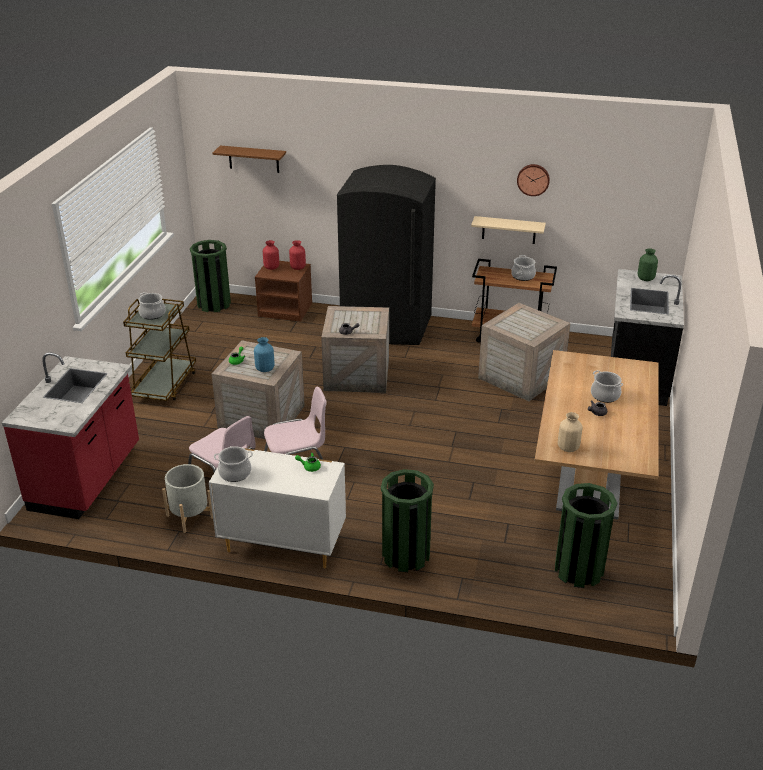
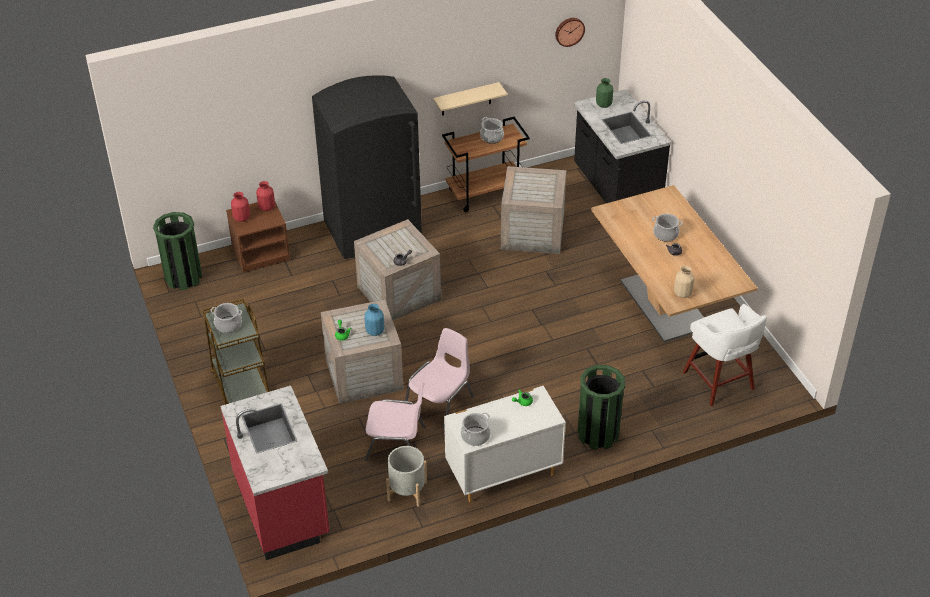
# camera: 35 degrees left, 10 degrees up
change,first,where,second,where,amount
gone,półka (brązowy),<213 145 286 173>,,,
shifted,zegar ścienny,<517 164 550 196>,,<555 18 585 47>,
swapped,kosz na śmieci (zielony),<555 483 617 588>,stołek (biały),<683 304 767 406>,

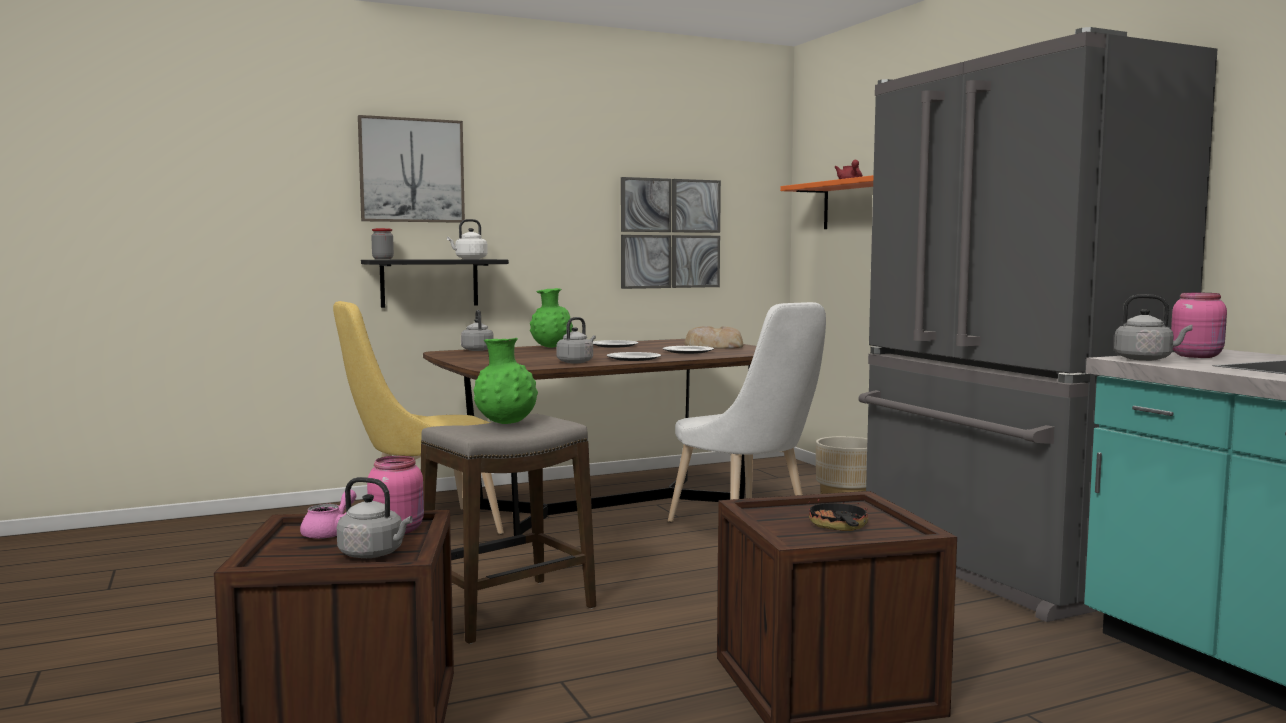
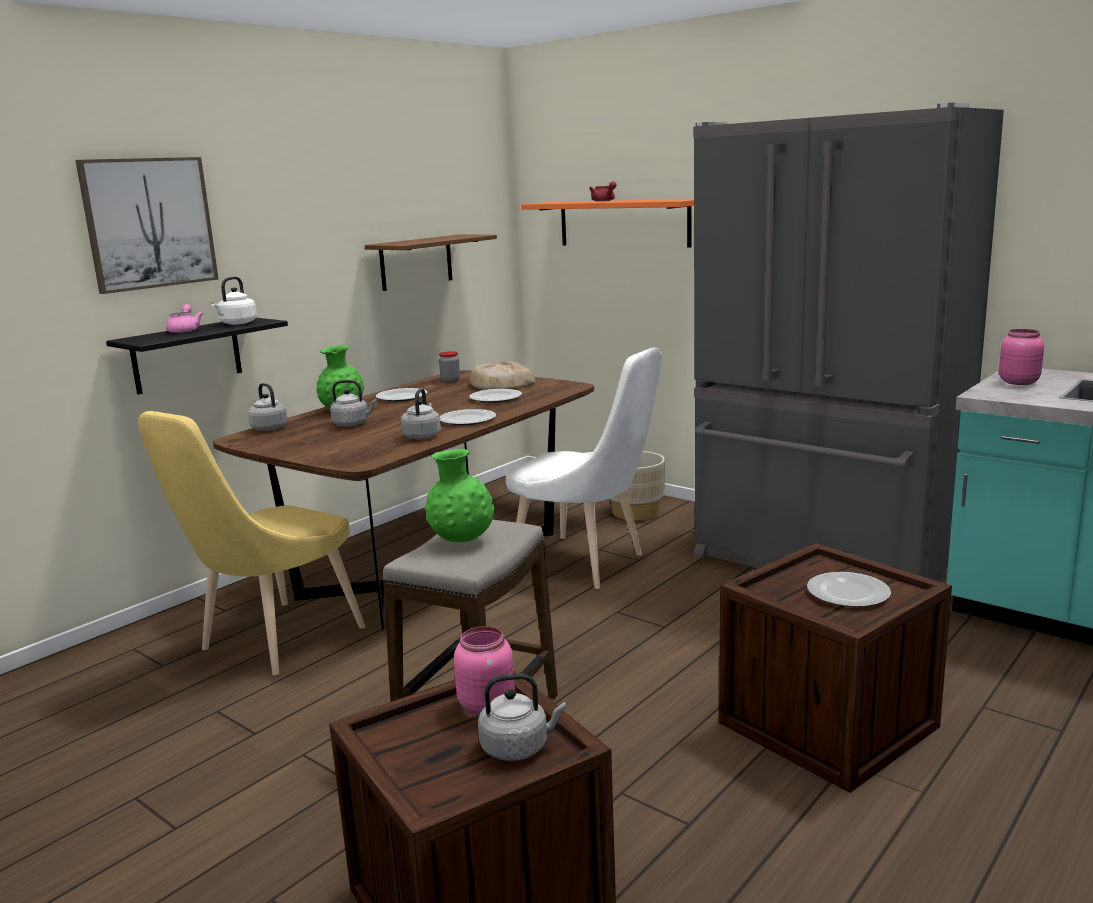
# camera: 25 degrees left, 10 degrees up
change,first,where,second,where,amount
swapped,obraz,<621 177 721 289>,półka (brązowy),<365 234 497 291>,
shifted,słoik,<371 228 394 259>,,<439 351 460 383>,
shifted,czajnik (szary),<1114 294 1193 361>,,<330 380 377 427>,
shifted,imbryk (różowy),<300 490 356 539>,,<166 304 203 333>,
swapped,patelnia,<808 499 869 531>,talerz,<807 572 891 607>,

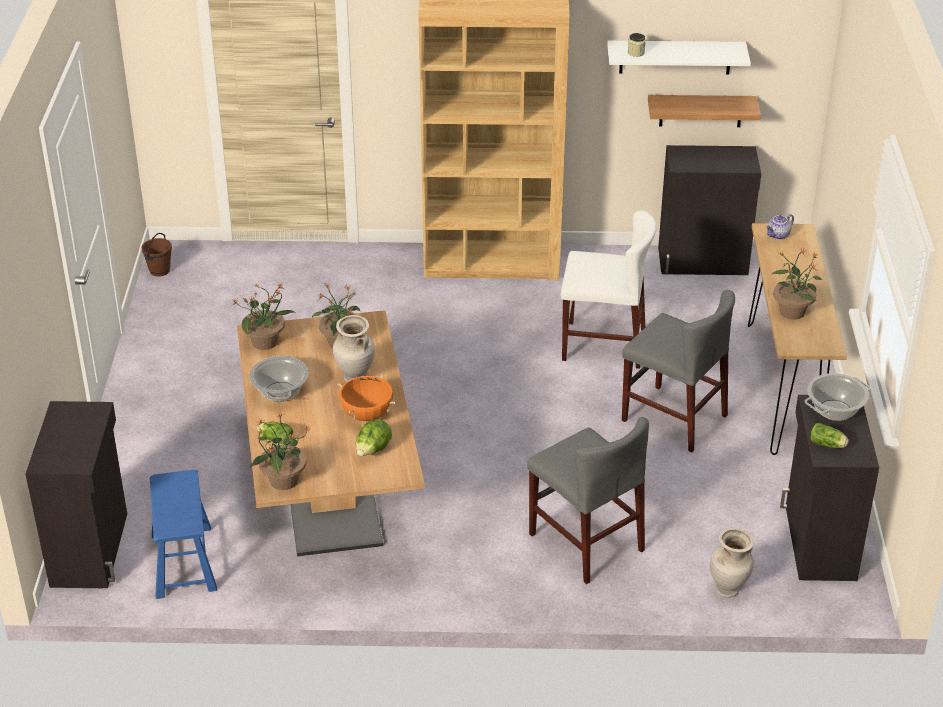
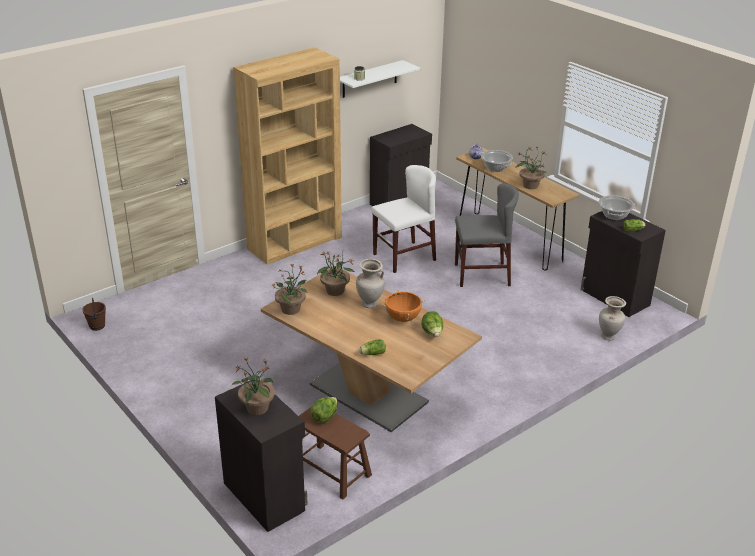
# camera: 40 degrees left, 5 degrees down
change,first,where,second,where,amount
gone,półka,<648 95 761 127>,,,
shifted,garnek,<249 355 309 402>,,<479 150 514 172>,
shifted,roślina doniczkowa,<250 412 311 490>,,<232 357 275 415>,
gone,krzesło (szary),<527 417 649 584>,,,
repainted,stołek (niebieski),<150 470 217 599>,stołek (brązowy),<299 407 372 499>,
new,,,sałata,<310 397 337 423>,

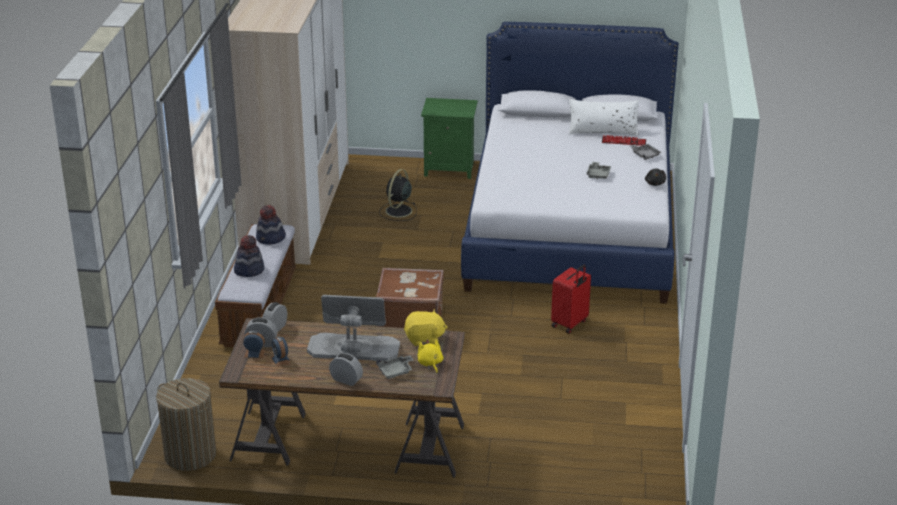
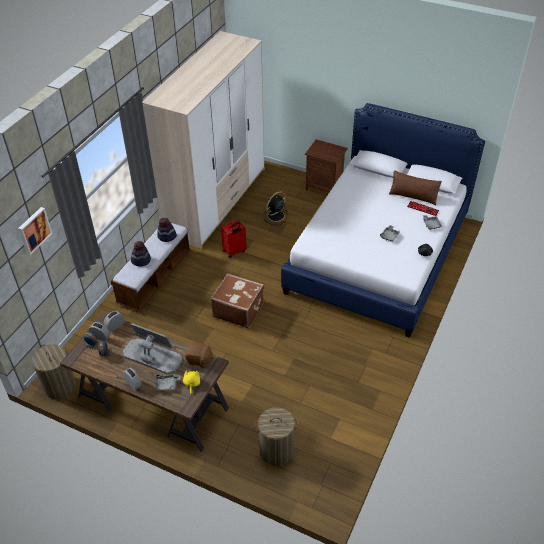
# camera: 20 degrees right, 15 degrees up
change,first,where,second,where,amount
repainted,szafka nocna (zielony),<421 98 478 179>,szafka nocna (brązowy),<305 139 348 193>,
repainted,poduszka (biały),<569 99 639 136>,poduszka (brązowy),<389 170 442 205>,
shifted,walizka (czerwony),<551 264 591 334>,,<221 220 247 258>,
repainted,pluszak (żółty),<404 309 448 346>,pluszak (brązowy),<185 342 214 368>,
new,,,obraz,<18 207 52 255>,
new,,,kosz na pranie,<254 407 299 466>,

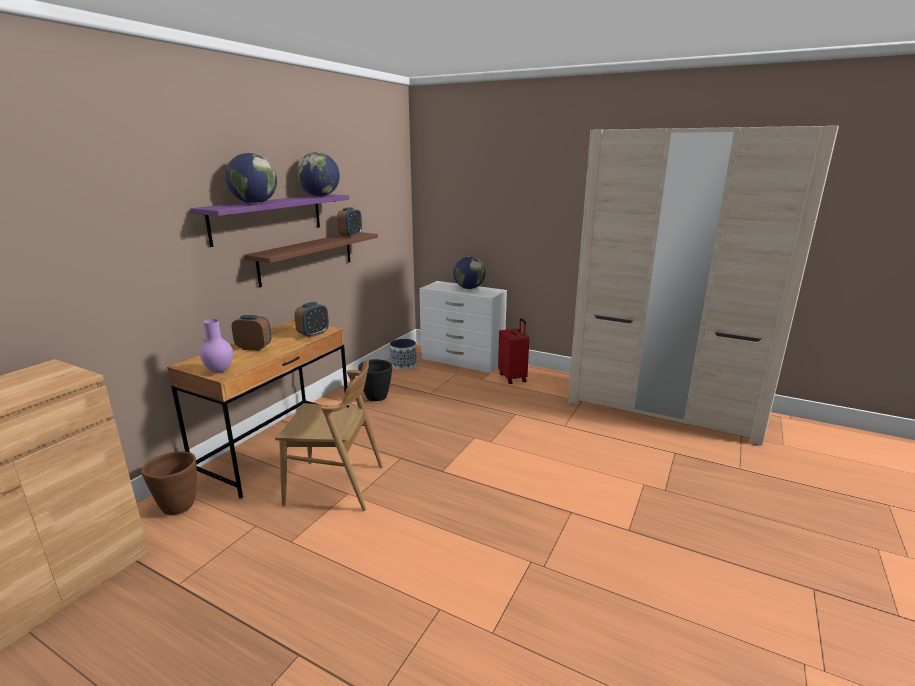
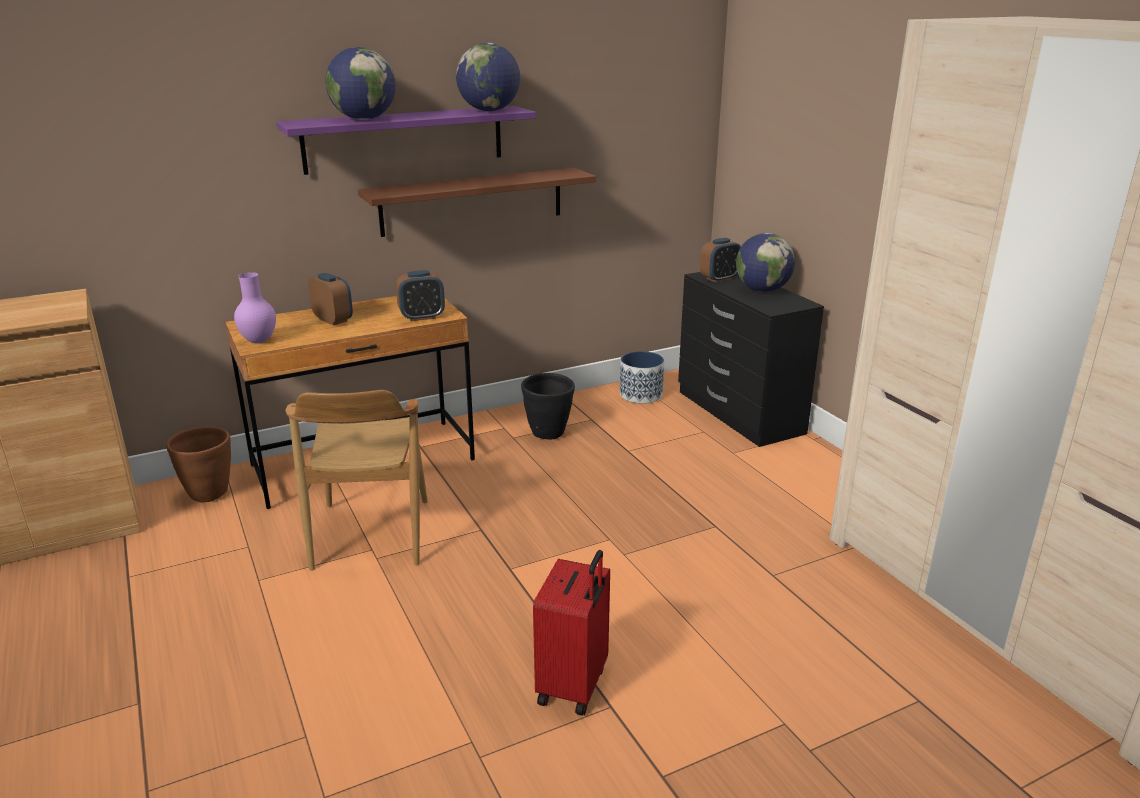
# camera: 35 degrees right, 5 degrees up
change,first,where,second,where,amount
shifted,budzik,<337 207 362 237>,,<700 238 741 283>,
repainted,komoda (biały),<419 281 507 373>,komoda (czarny),<678 272 824 447>,
shifted,walizka (czerwony),<498 318 529 384>,,<533 550 610 715>,
rotated,krzesło (brązowy),<275 360 383 511>,,<285 390 428 571>,45 degrees clockwise

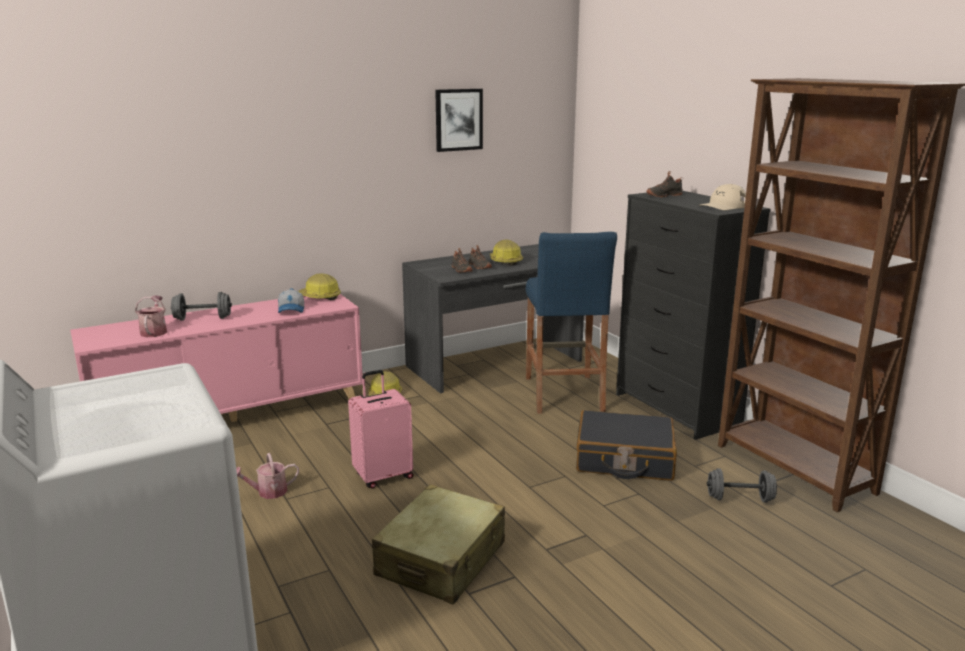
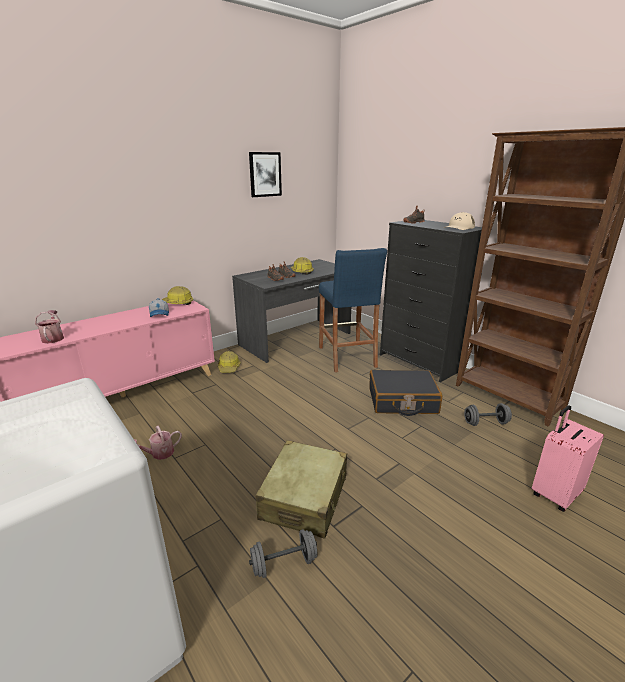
# camera: 10 degrees left, 5 degrees up
change,first,where,second,where,amount
shifted,hantel (szary),<171 292 232 321>,,<249 529 317 578>,
shifted,walizka (różowy),<348 370 413 489>,,<532 405 604 512>,

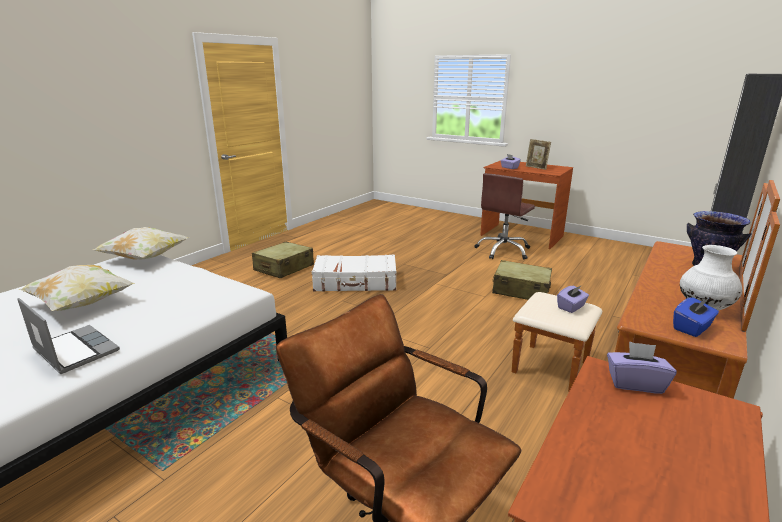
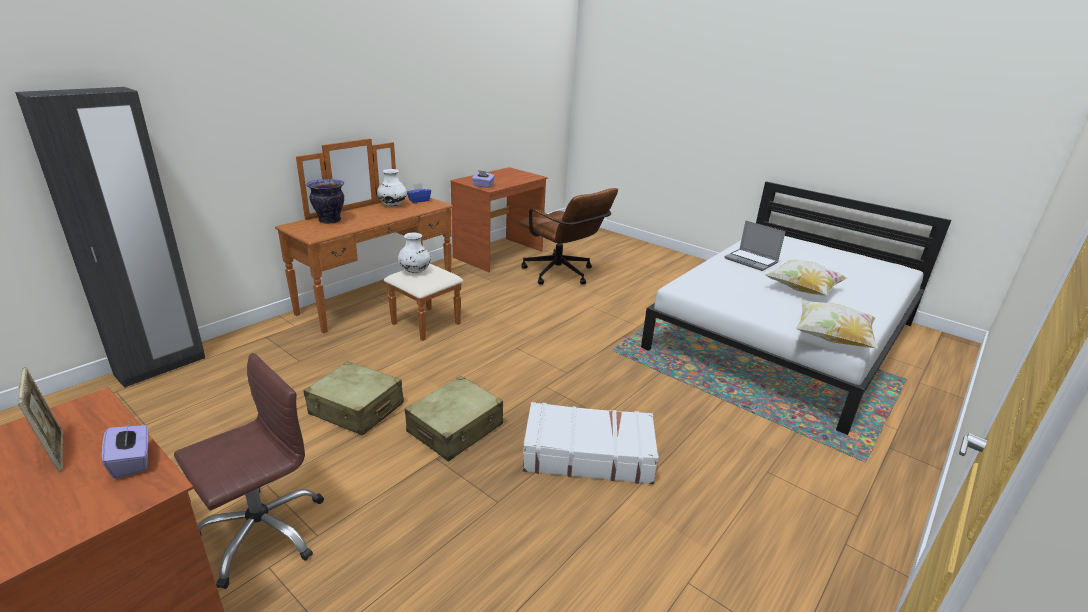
# camera: 175 degrees left, 5 degrees up
change,first,where,second,where,amount
shifted,walizka (beżowy),<252 242 314 278>,,<405 376 503 462>,
swapped,pudełko chusteczek (fioletowy),<557 285 589 313>,wazon (biały),<398 233 431 273>,

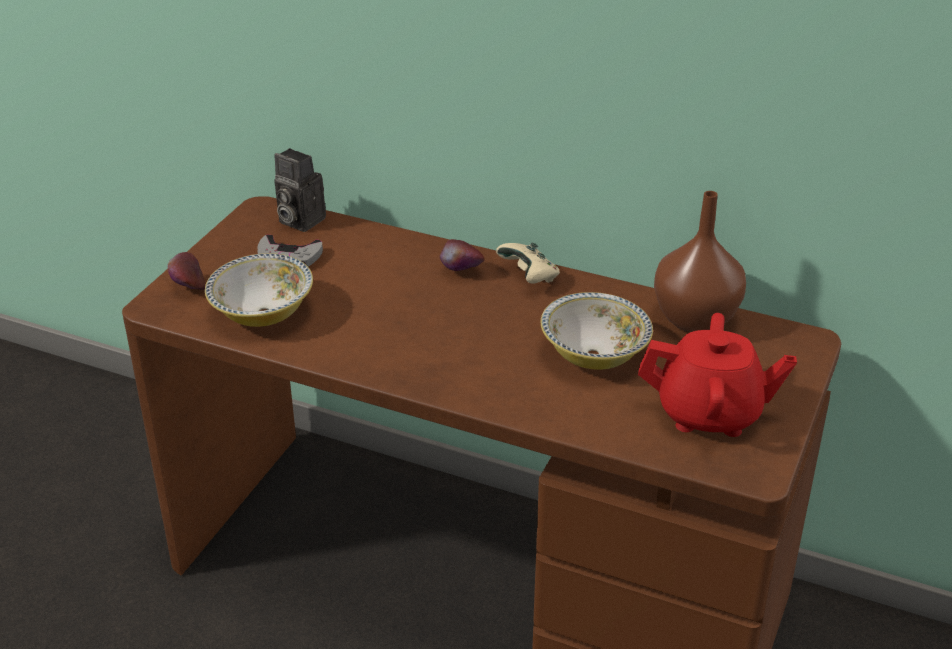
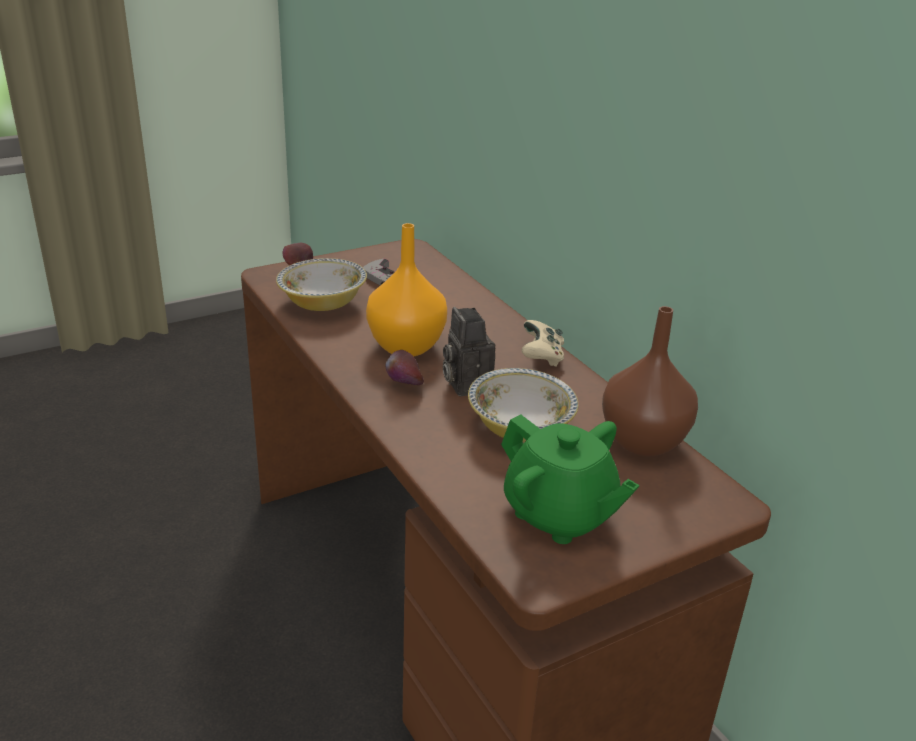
# camera: 35 degrees right, 5 degrees down
change,first,where,second,where,amount
shifted,aparat fotograficzny,<274 148 326 232>,,<443 307 495 396>,
shifted,jabłko,<440 239 485 271>,,<385 350 424 385>,
repainted,imbryk (czerwony),<638 313 797 437>,imbryk (zielony),<501 414 639 544>,
new,,,wazon (pomarańczowy),<366 223 447 356>,

